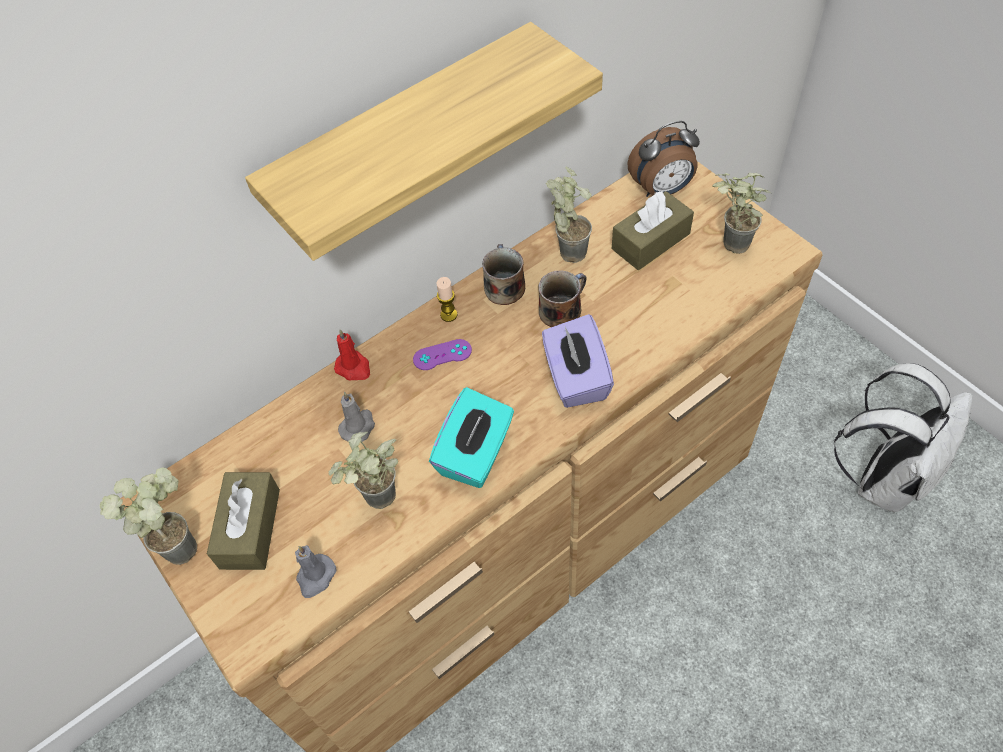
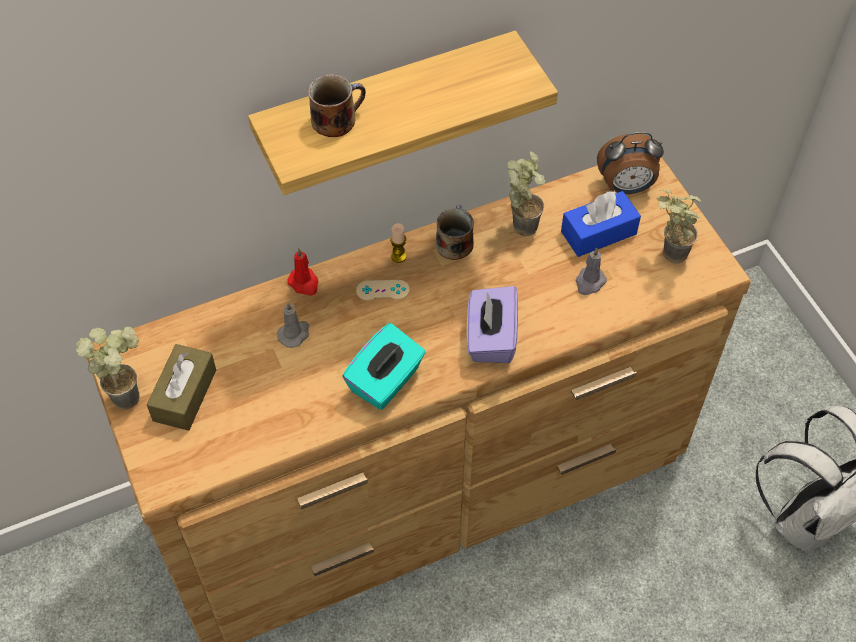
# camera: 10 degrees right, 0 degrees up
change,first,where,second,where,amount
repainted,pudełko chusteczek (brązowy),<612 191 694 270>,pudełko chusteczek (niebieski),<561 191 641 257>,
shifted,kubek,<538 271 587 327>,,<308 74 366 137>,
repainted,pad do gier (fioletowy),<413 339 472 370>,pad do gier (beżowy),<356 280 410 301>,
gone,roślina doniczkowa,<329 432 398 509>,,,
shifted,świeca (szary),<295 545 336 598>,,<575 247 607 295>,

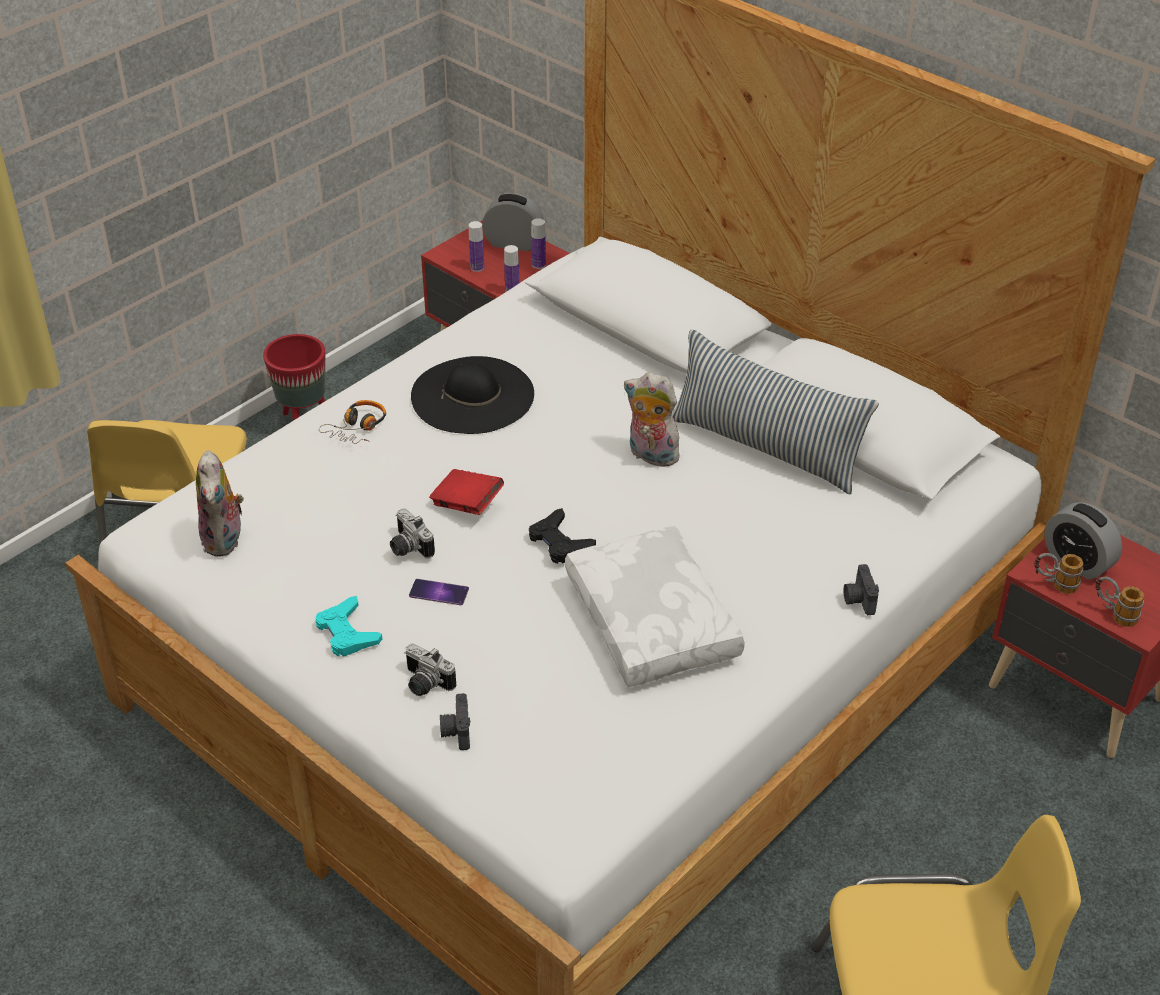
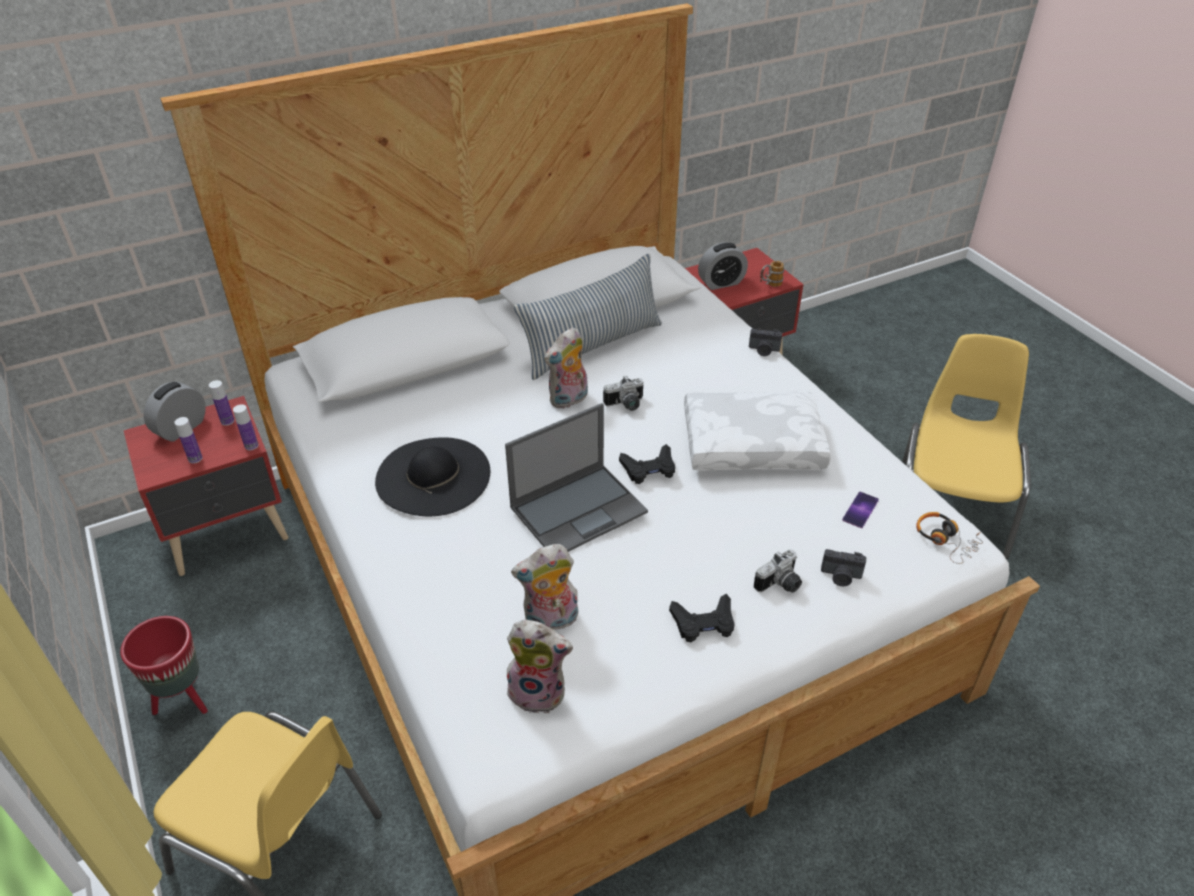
# camera: 70 degrees left, 0 degrees up
change,first,where,second,where,amount
shifted,słuchawki,<319 400 386 444>,,<916 512 983 564>,
swapped,książka (czerwony),<429 469 504 515>,laptop,<505 403 648 552>,
shifted,aparat fotograficzny,<390 508 435 558>,,<603 376 643 411>,
gone,kubek,<1034 553 1083 594>,,,
shifted,telefon,<409 579 469 605>,,<842 492 879 528>,
repainted,pad do gier (turkusowy),<315 596 383 656>,pad do gier (czarny),<669 594 735 642>,
new,,,pluszak,<511 544 578 629>,

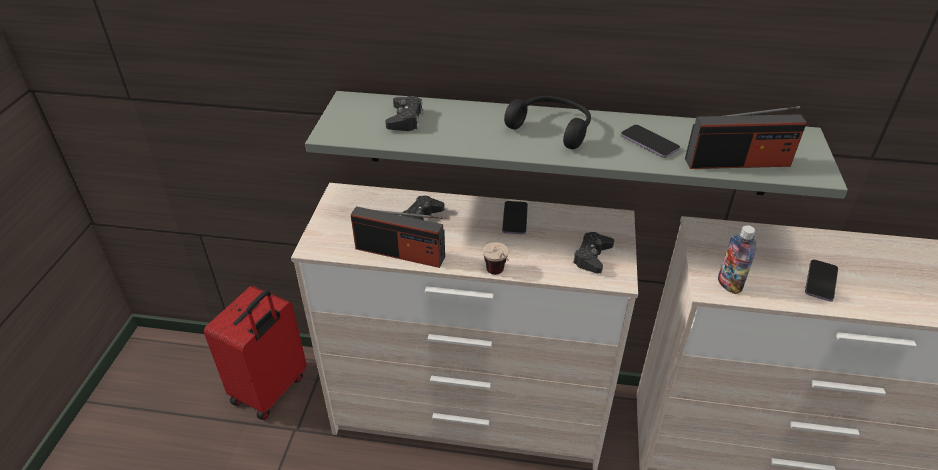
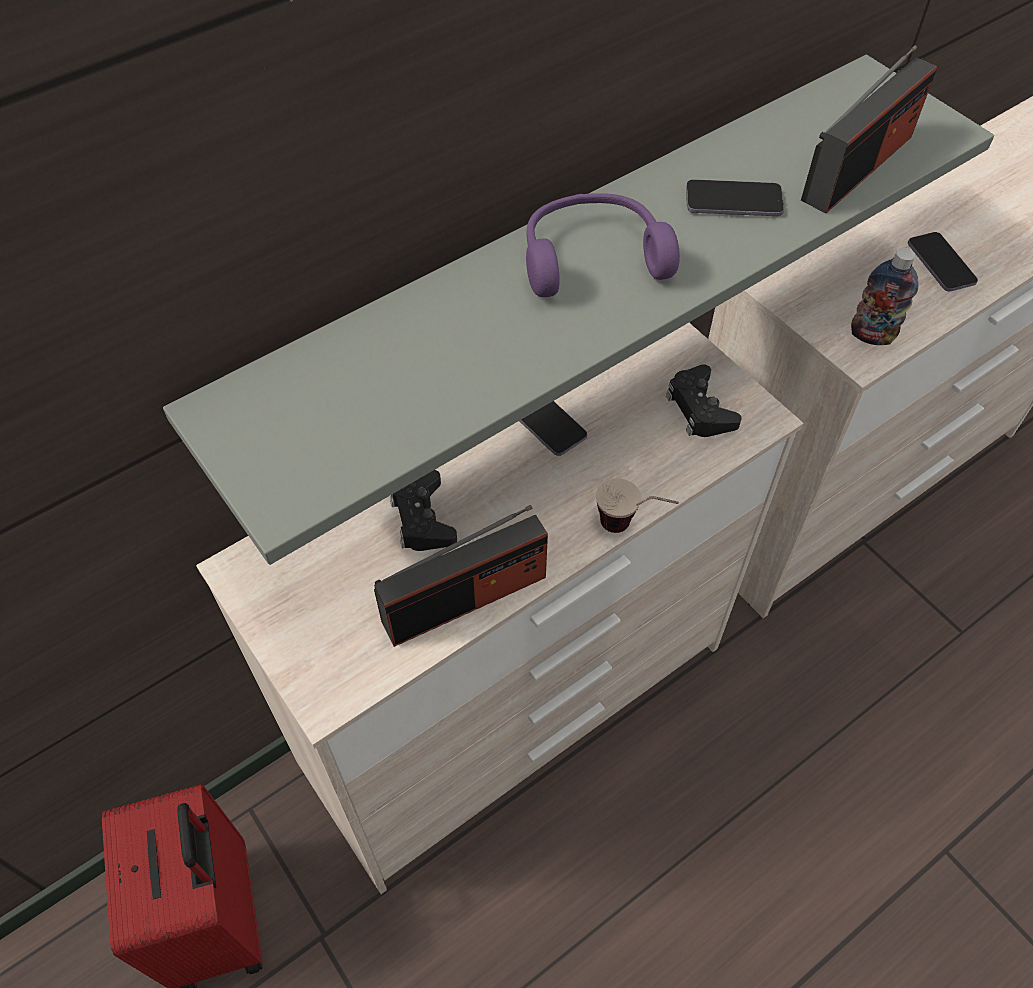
# camera: 45 degrees left, 15 degrees up
change,first,where,second,where,amount
gone,pad do gier (czarny),<385 96 424 131>,,,
repainted,słuchawki (czarny),<504 96 591 149>,słuchawki (fioletowy),<526 193 680 297>,

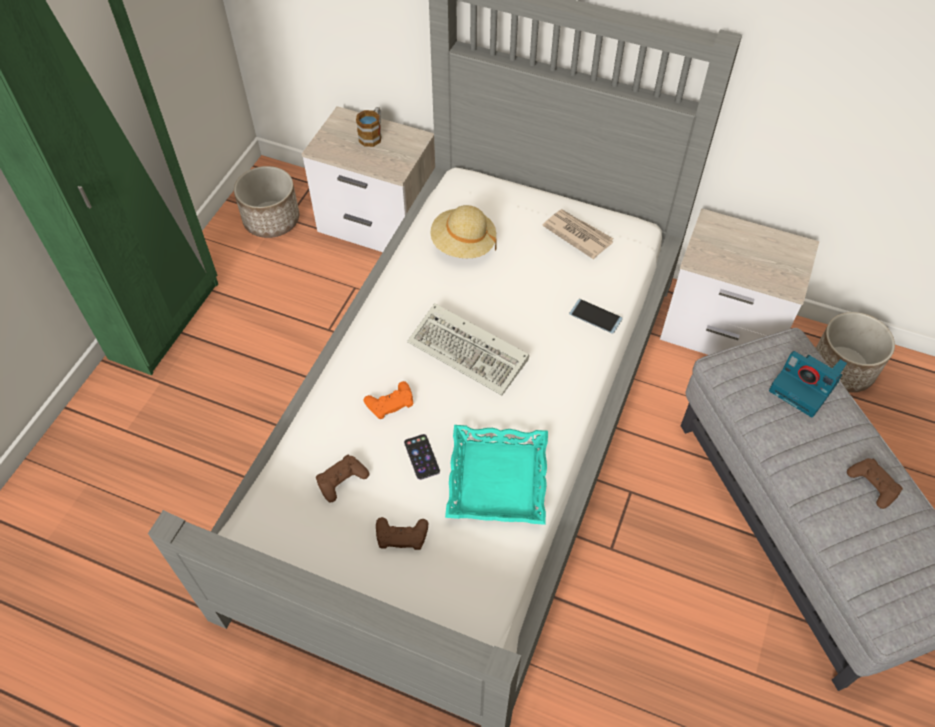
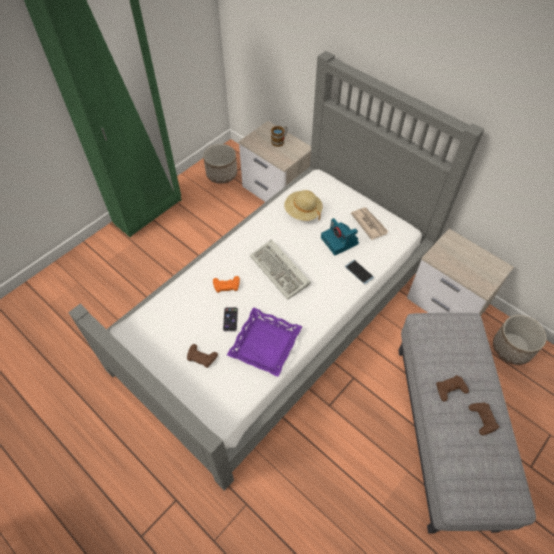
# camera: 20 degrees right, 0 degrees up
change,first,where,second,where,amount
shifted,aparat fotograficzny,<769 351 847 417>,,<321 218 359 255>,
repainted,taca (turkusowy),<445 425 548 525>,taca (fioletowy),<227 307 303 377>,
shifted,pad do gier (brązowy),<316 455 370 502>,,<436 375 469 401>,

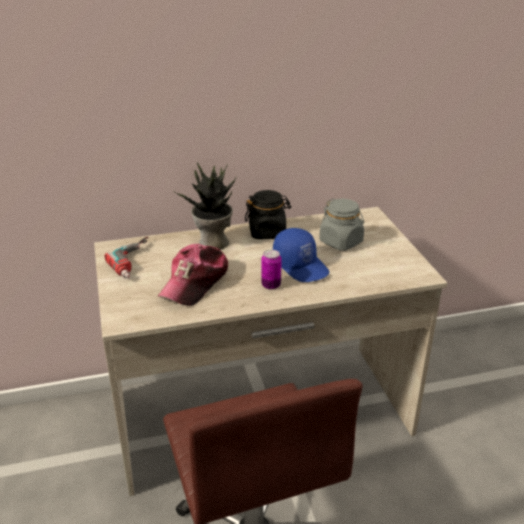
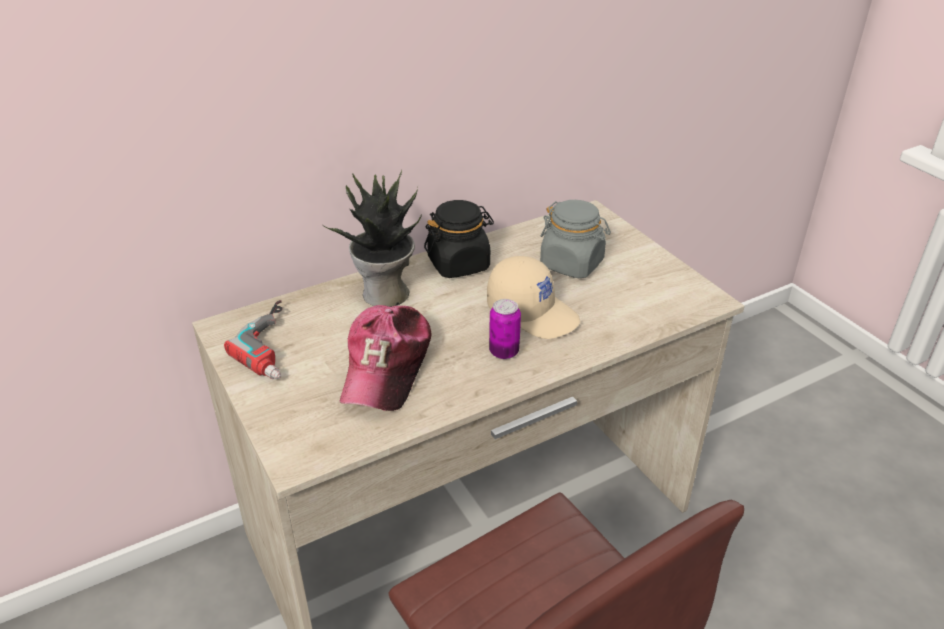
# camera: 15 degrees left, 5 degrees up
change,first,where,second,where,amount
repainted,czapka z daszkiem (niebieski),<273 228 329 282>,czapka z daszkiem (beżowy),<487 256 580 339>,

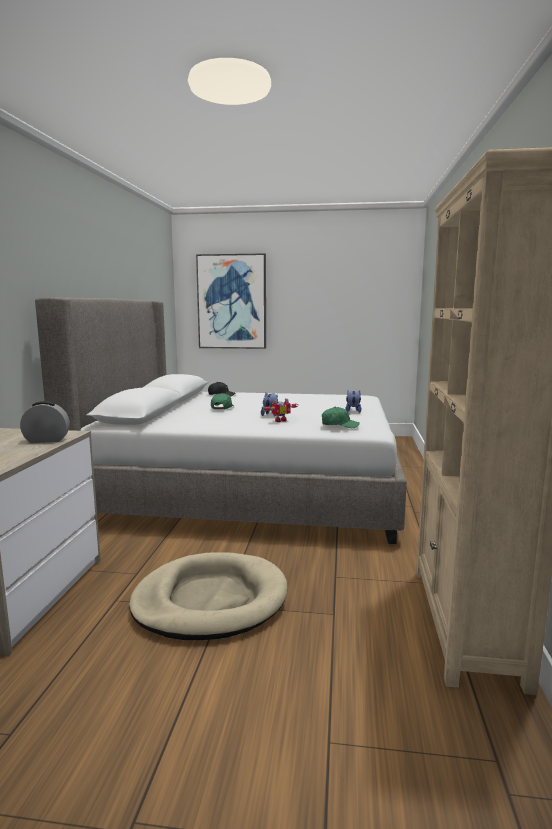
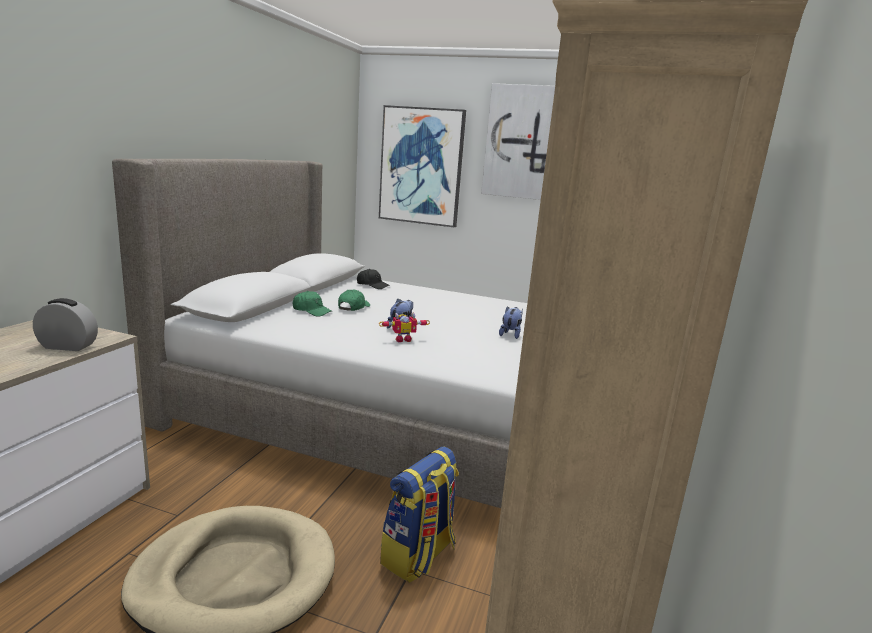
# camera: 10 degrees right, 5 degrees up
change,first,where,second,where,amount
shifted,czapka z daszkiem (zielony),<322 407 360 428>,,<293 291 332 317>,
new,,,obraz,<481 83 555 200>,
new,,,plecak,<380 446 459 583>,

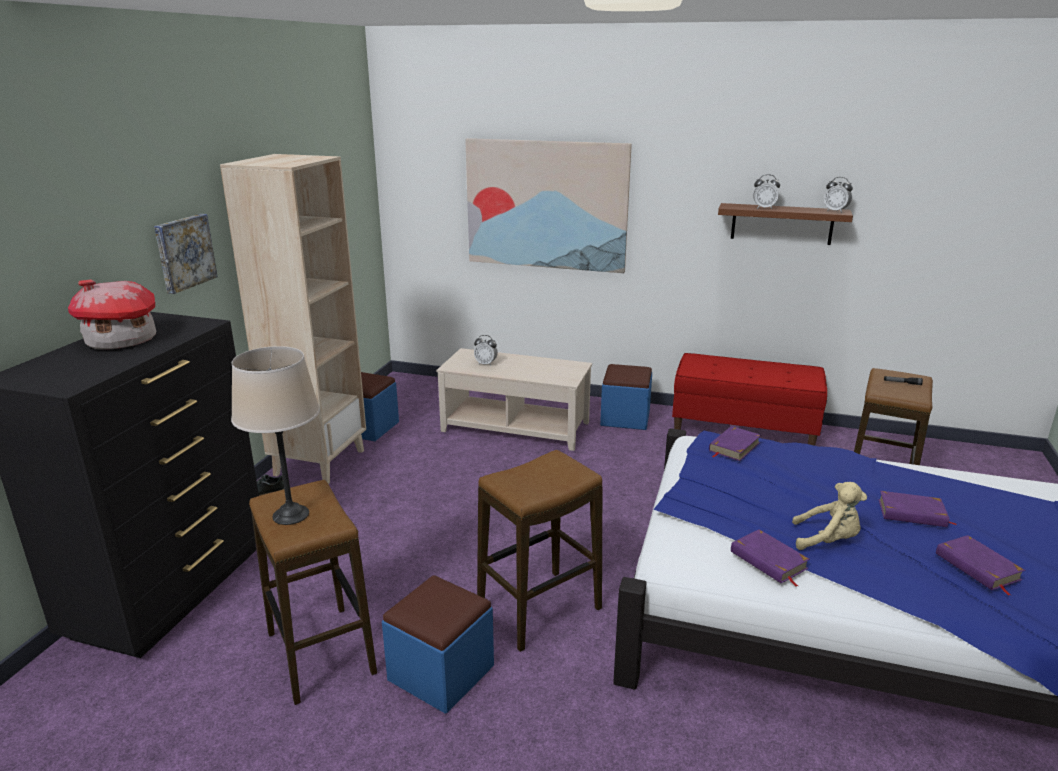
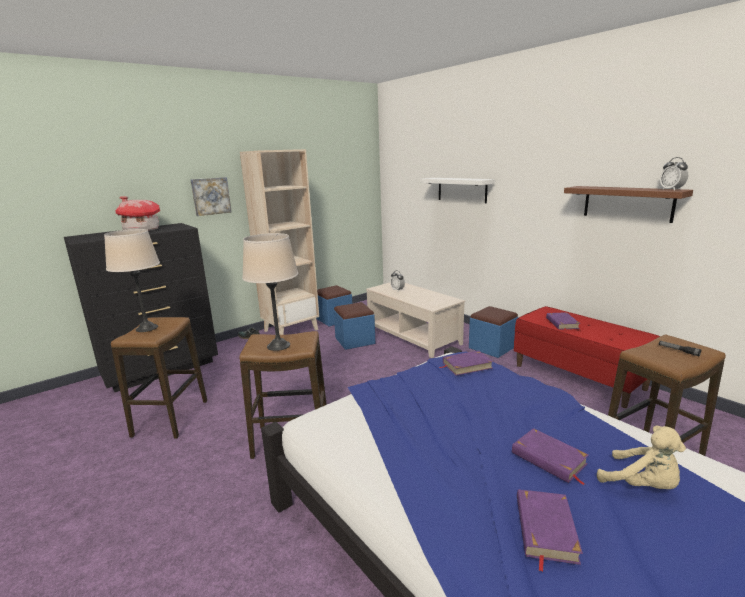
# camera: 35 degrees right, 5 degrees down
change,first,where,second,where,amount
swapped,obraz,<465 138 632 273>,półka (biały),<420 178 495 203>,
gone,budzik,<753 174 780 209>,,,
shifted,pluszak (beżowy),<792 482 867 550>,,<597 426 686 489>,
shifted,książka (fioletowy),<731 529 810 587>,,<546 312 580 332>,
shifted,pufa (niebieski),<382 575 494 713>,,<334 302 375 350>,
new,,,lampa stołowa (beżowy),<242 233 298 351>,

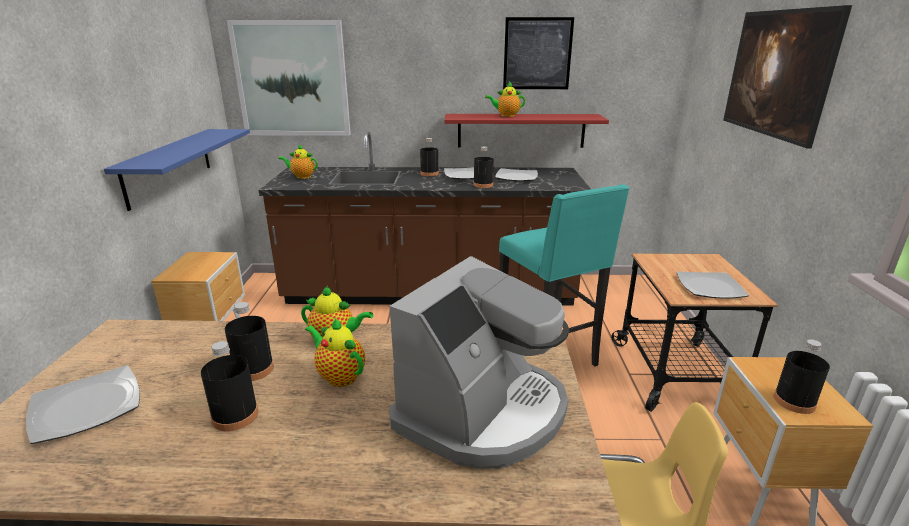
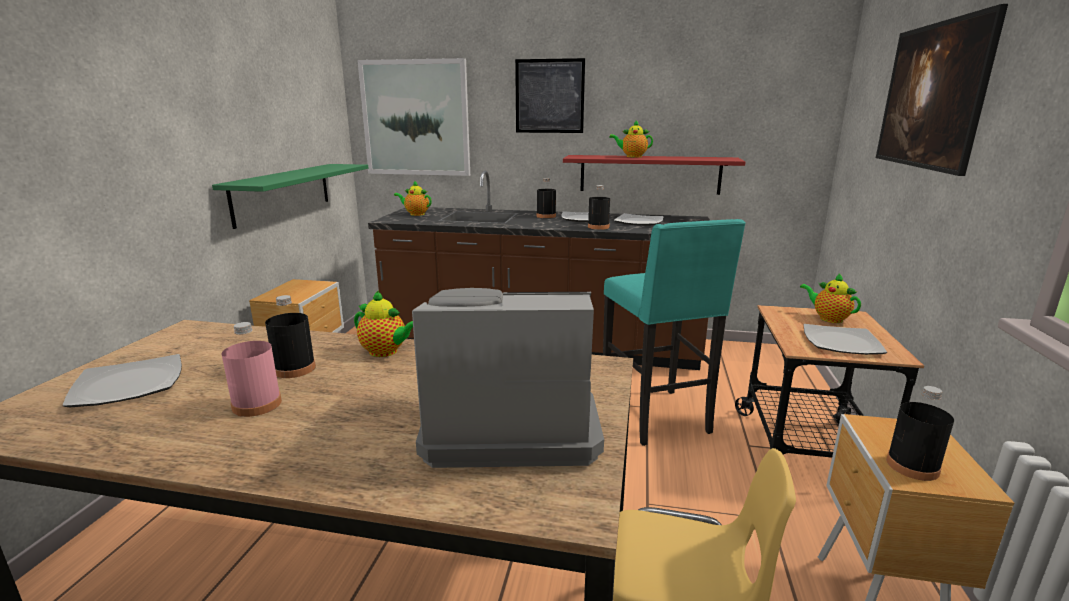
# camera: 10 degrees right, 5 degrees down
change,first,where,second,where,amount
shifted,obraz,<503 17 574 89>,,<515 58 585 133>,
repainted,półka (niebieski),<104 129 250 211>,półka (zielony),<212 164 368 229>,
rotated,ekspres do kawy,<389 256 569 469>,,<412 288 604 468>,135 degrees counterclockwise
shifted,imbryk,<305 318 365 387>,,<800 273 861 323>,
repainted,butelka (czarny),<201 341 258 431>,butelka (różowy),<222 322 282 417>,

